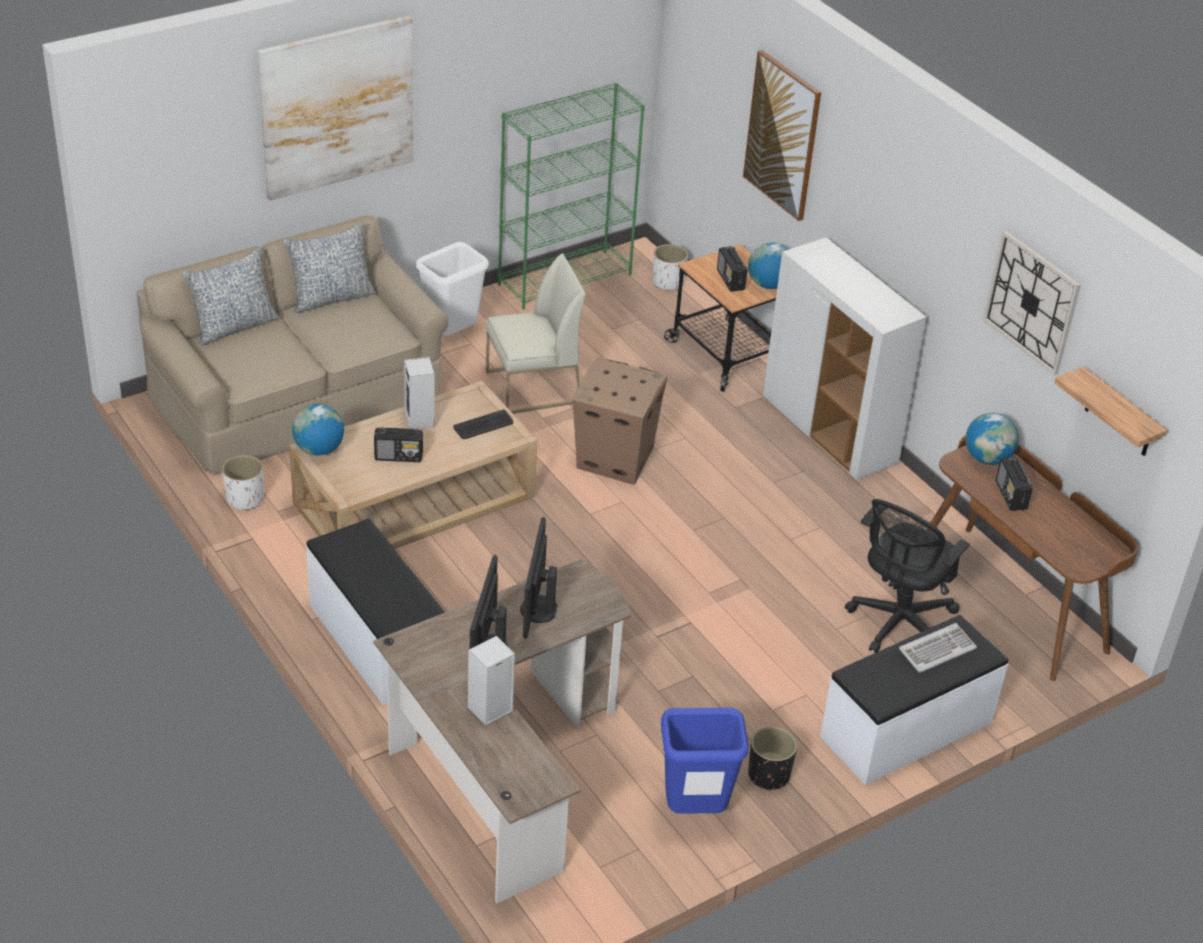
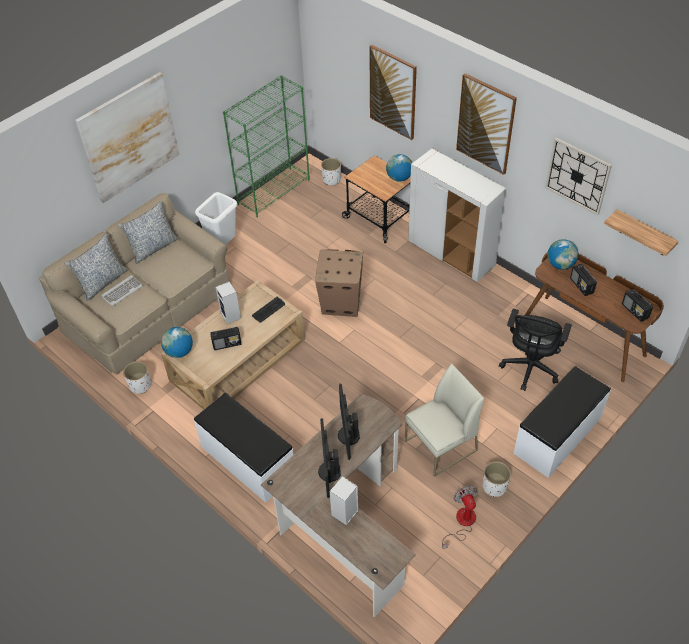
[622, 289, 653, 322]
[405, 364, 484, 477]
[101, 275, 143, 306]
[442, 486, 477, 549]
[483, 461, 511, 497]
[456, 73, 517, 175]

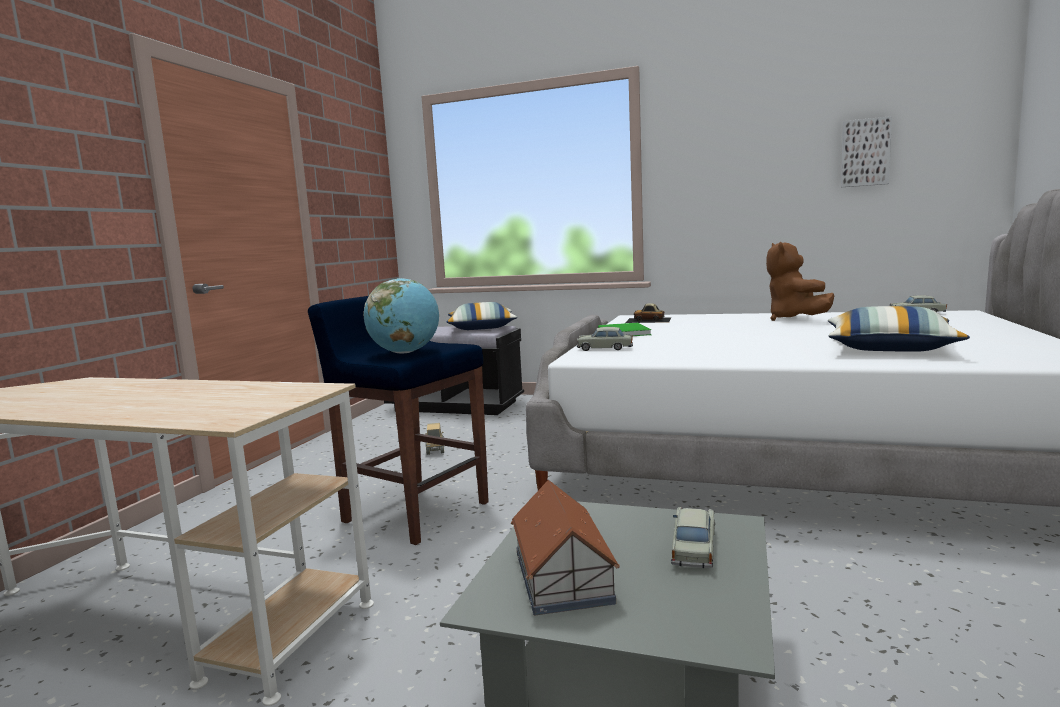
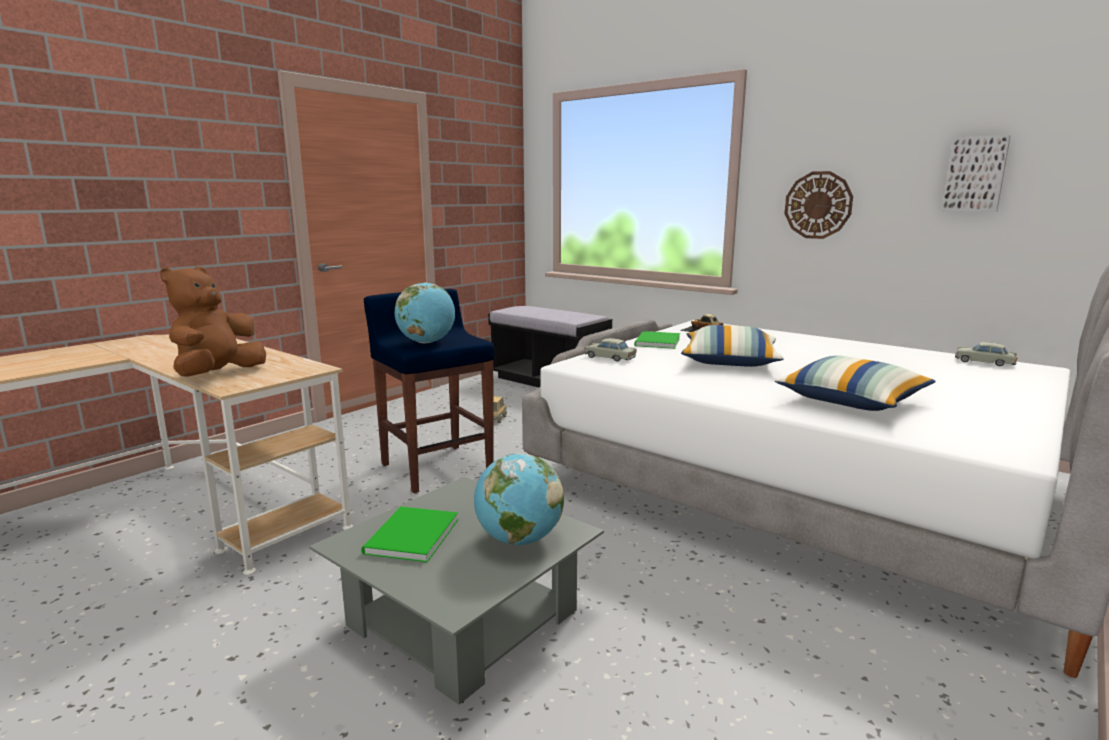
[160, 266, 266, 377]
[681, 325, 784, 367]
[361, 507, 458, 562]
[474, 453, 564, 545]
[784, 171, 853, 239]

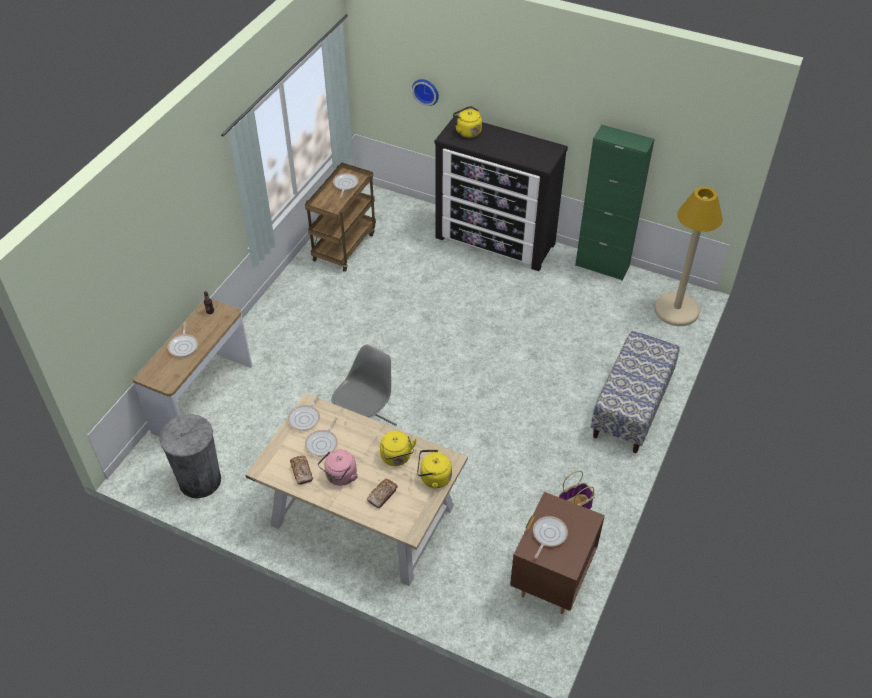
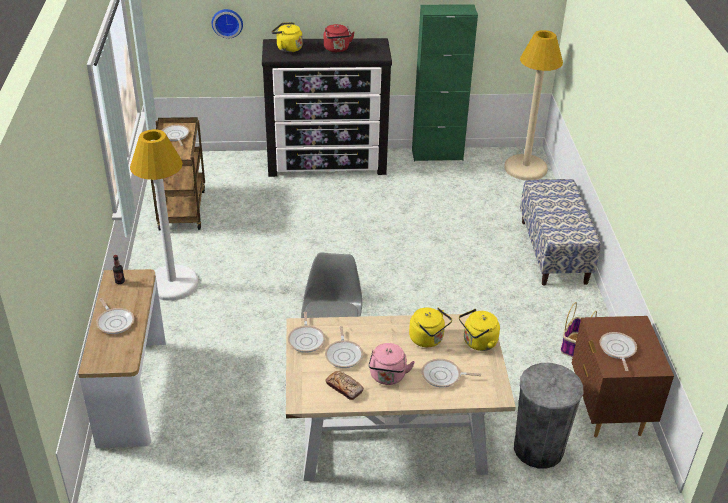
[514, 363, 583, 469]
[422, 359, 481, 388]
[324, 24, 355, 52]
[130, 129, 198, 301]

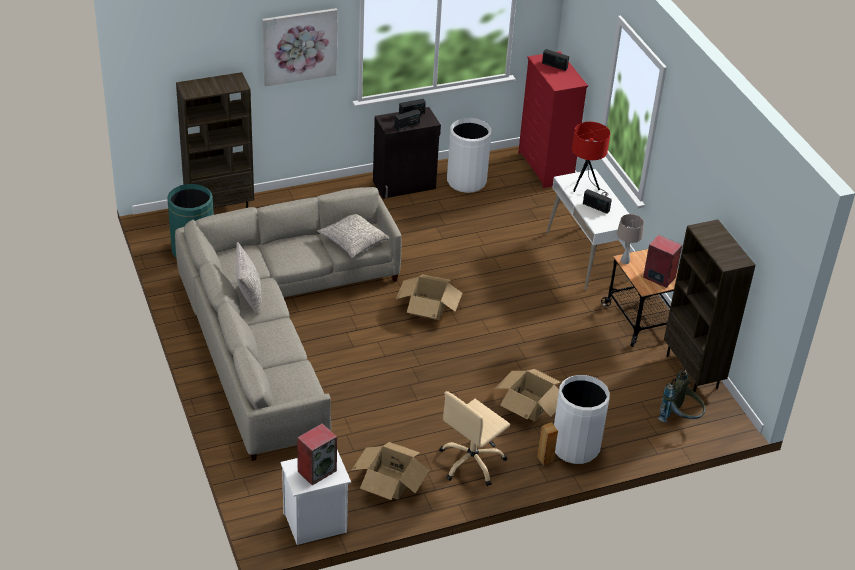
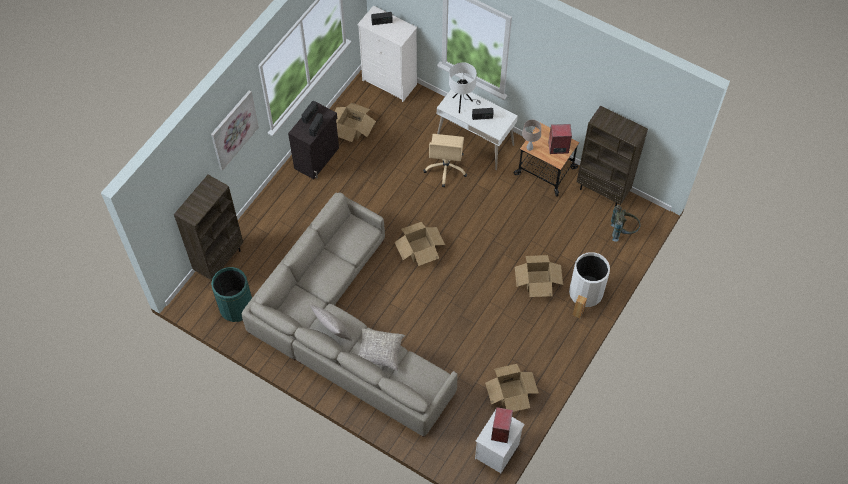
[358, 6, 417, 102]
[334, 103, 376, 142]
[449, 62, 481, 113]
[358, 328, 405, 371]
[423, 134, 467, 187]

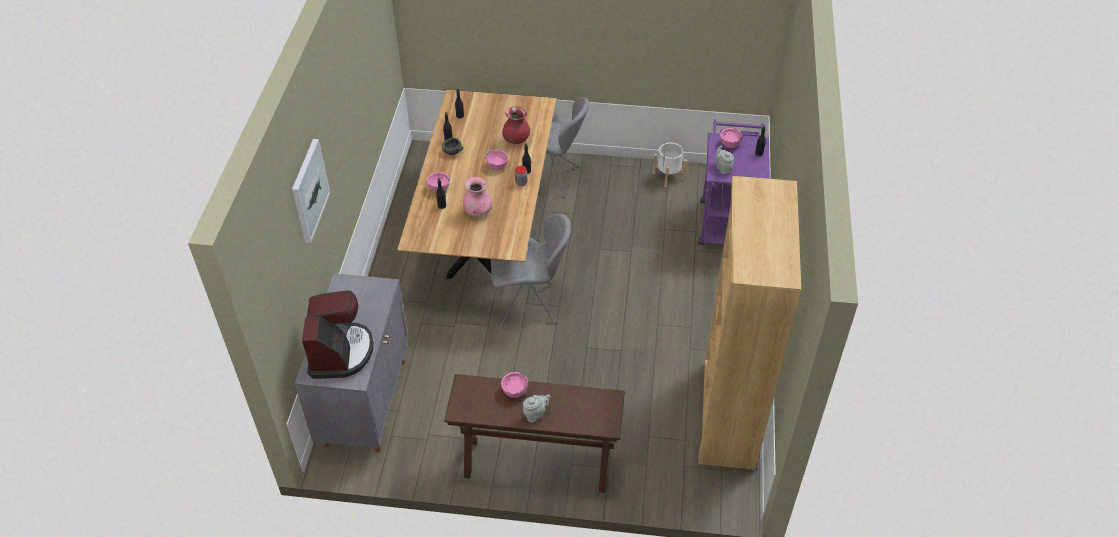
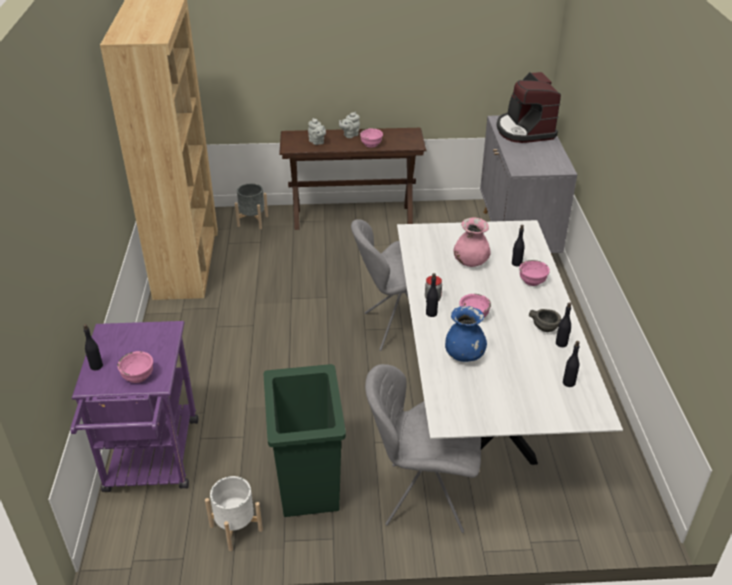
[397, 220, 623, 465]
[445, 306, 487, 362]
[292, 139, 330, 243] (first image)
[308, 118, 326, 145]
[235, 183, 268, 229]
[264, 364, 346, 517]

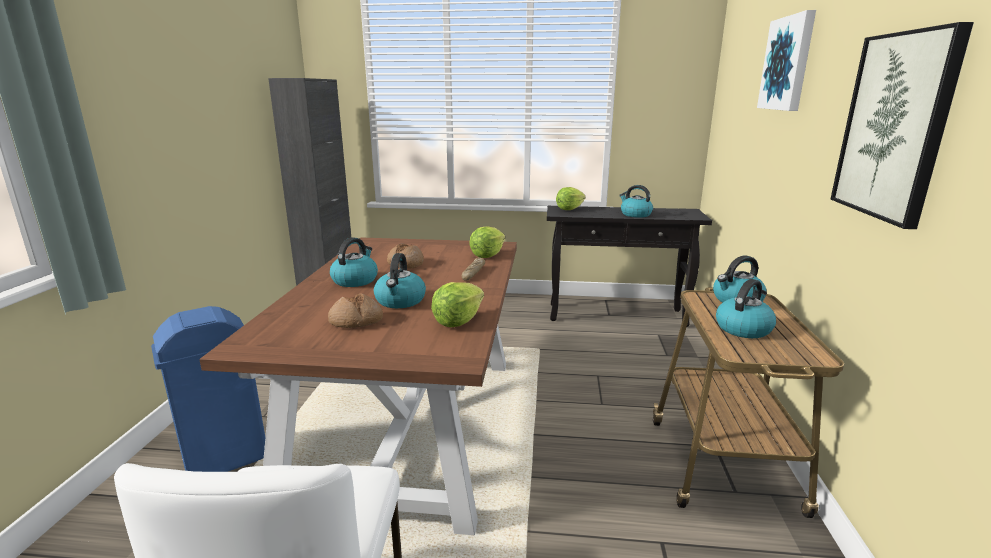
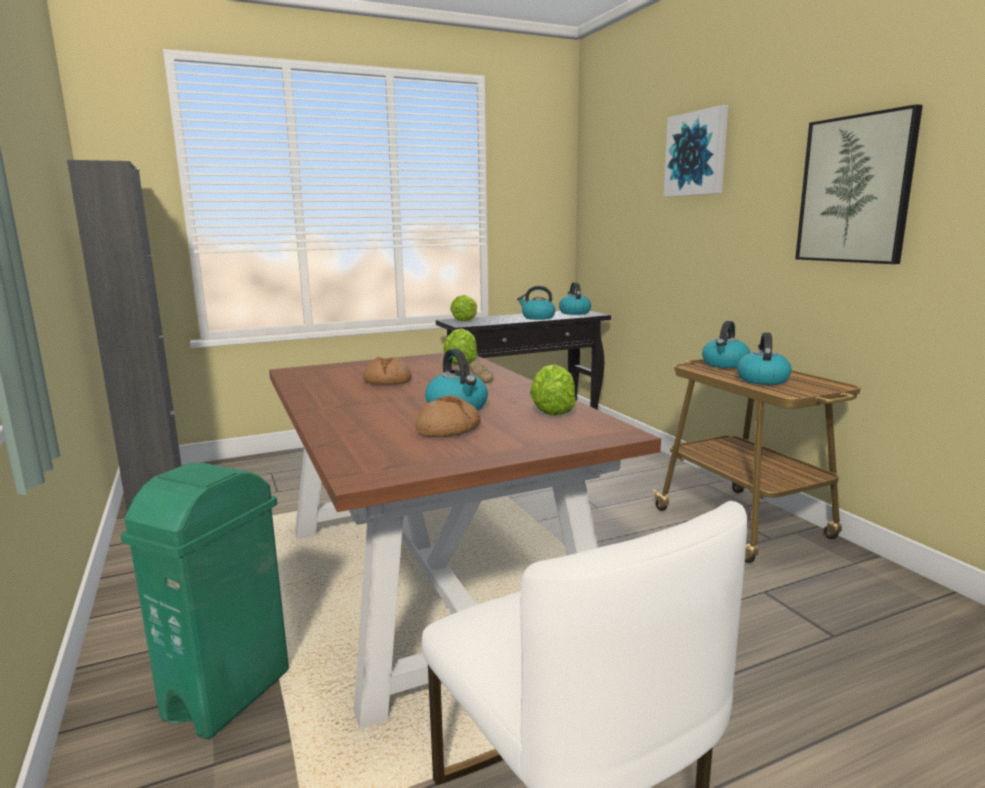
[559, 282, 591, 315]
[120, 463, 289, 739]

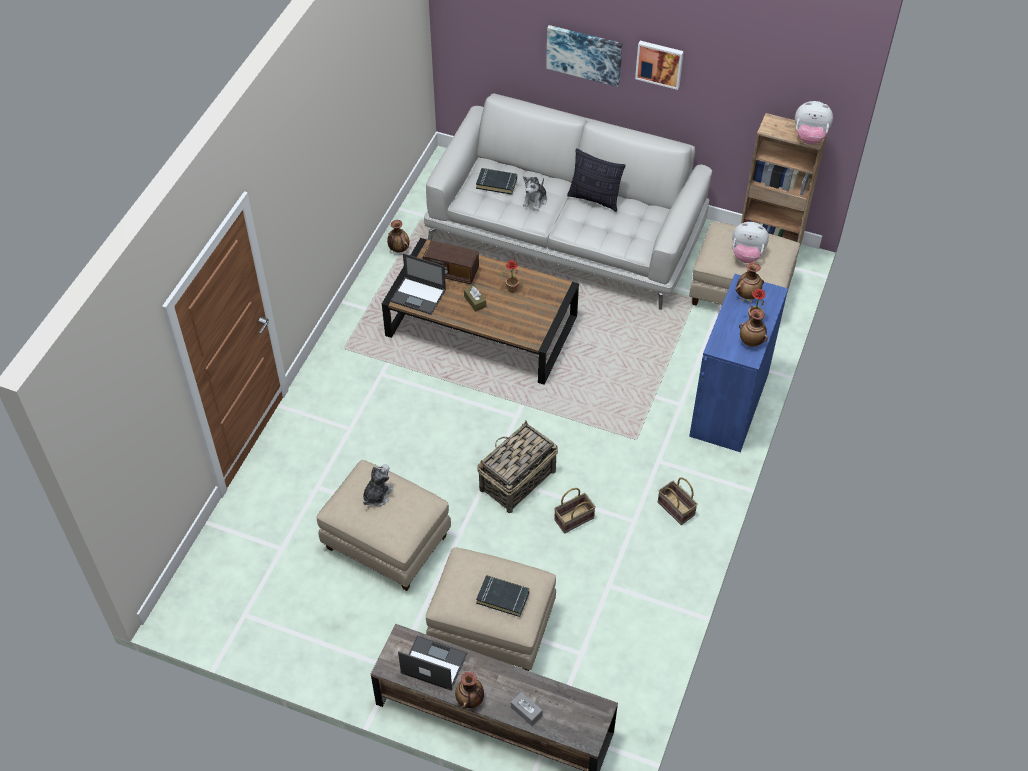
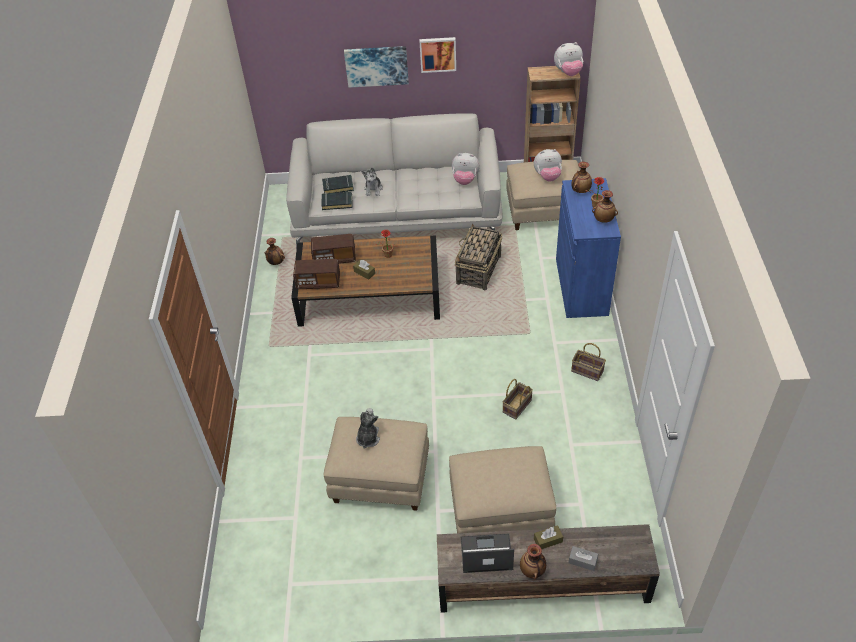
[567, 148, 626, 212] (first image)
[293, 259, 340, 289]
[455, 224, 502, 290]
[321, 191, 352, 210]
[452, 153, 480, 185]
[534, 525, 563, 549]

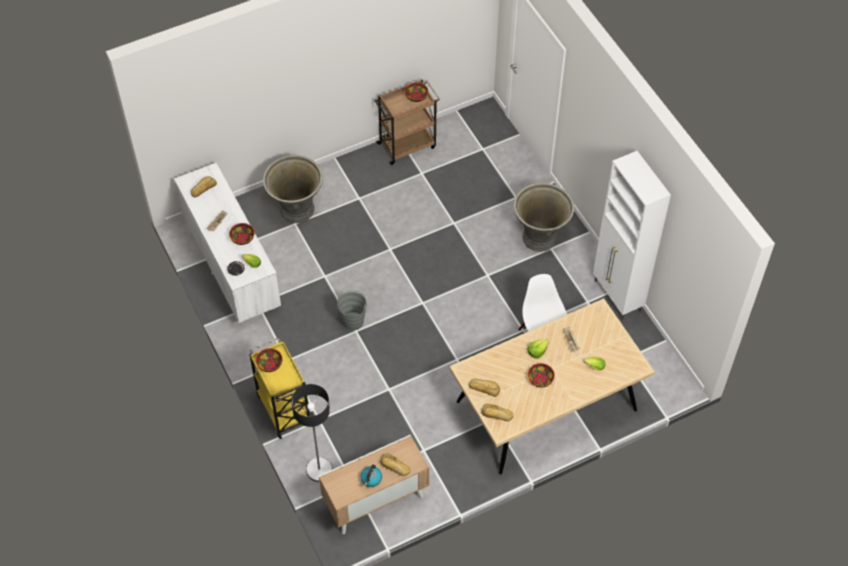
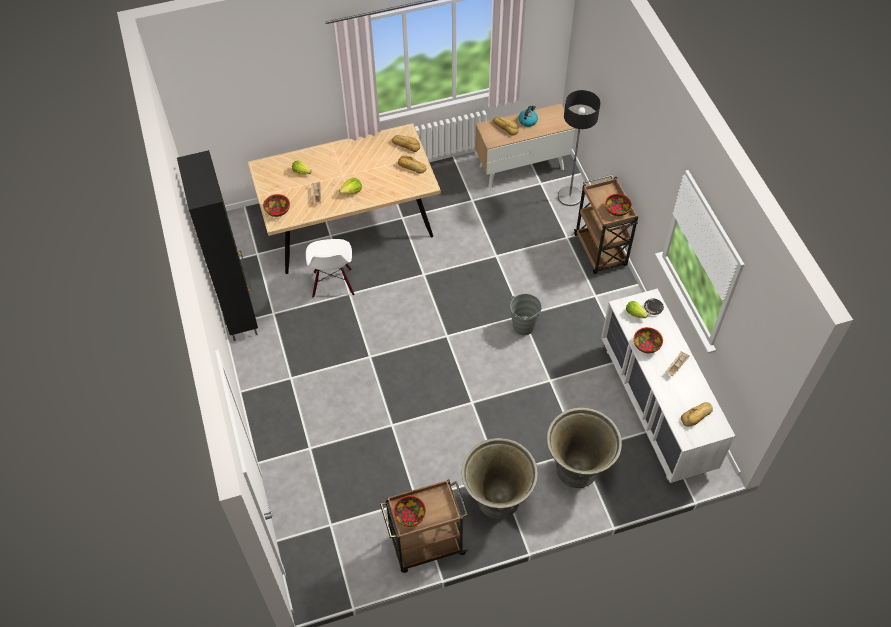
[177, 150, 258, 341]
[461, 438, 538, 519]
[574, 175, 638, 274]
[263, 194, 290, 217]

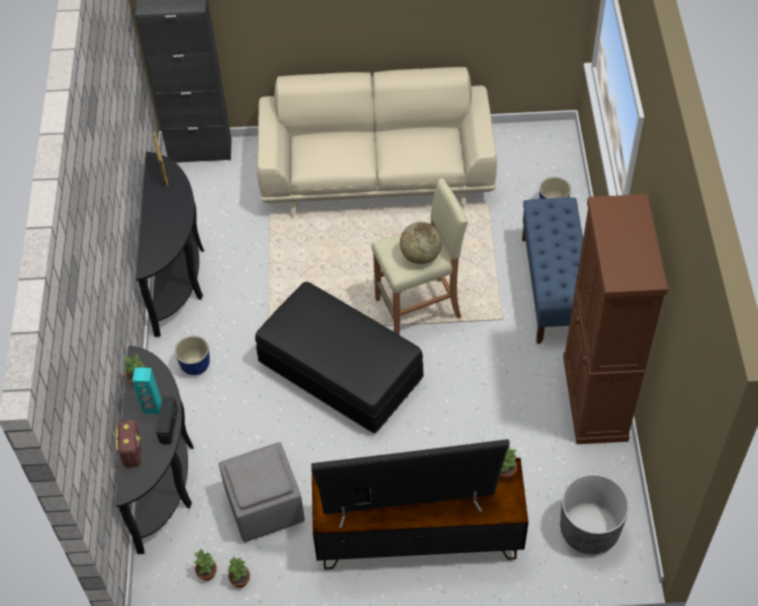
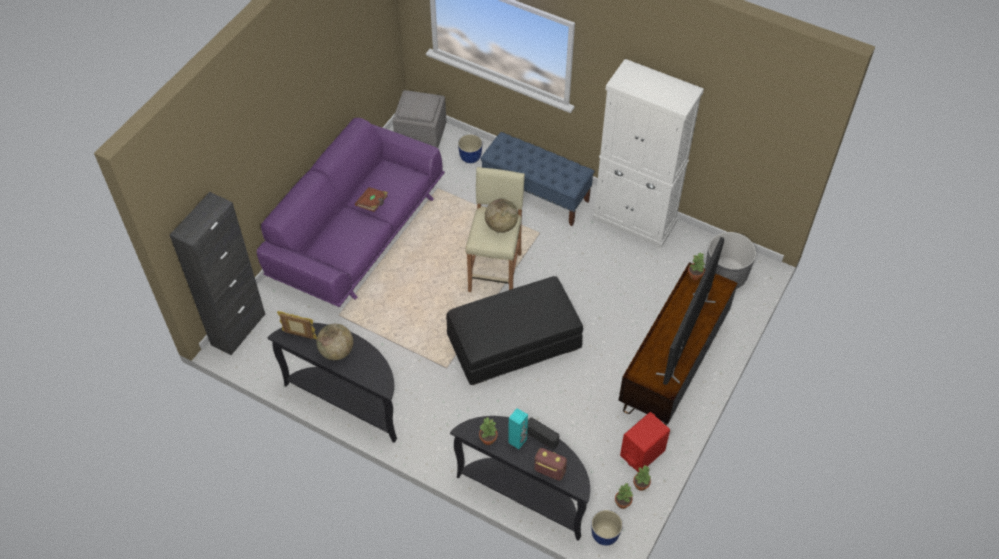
[257, 118, 445, 307]
[592, 59, 704, 248]
[592, 510, 623, 546]
[393, 90, 446, 148]
[355, 187, 388, 212]
[316, 324, 353, 360]
[620, 412, 670, 472]

